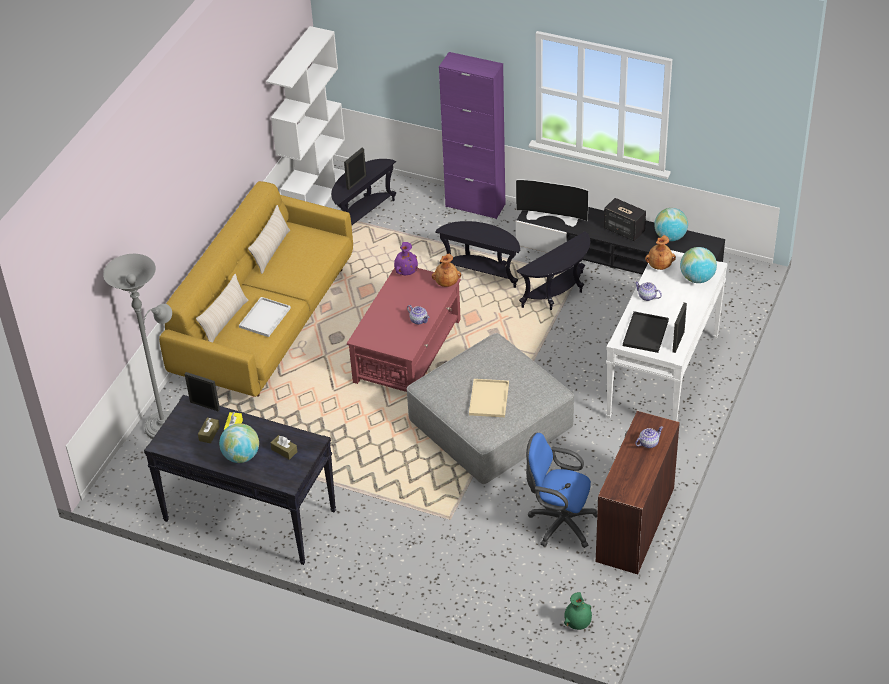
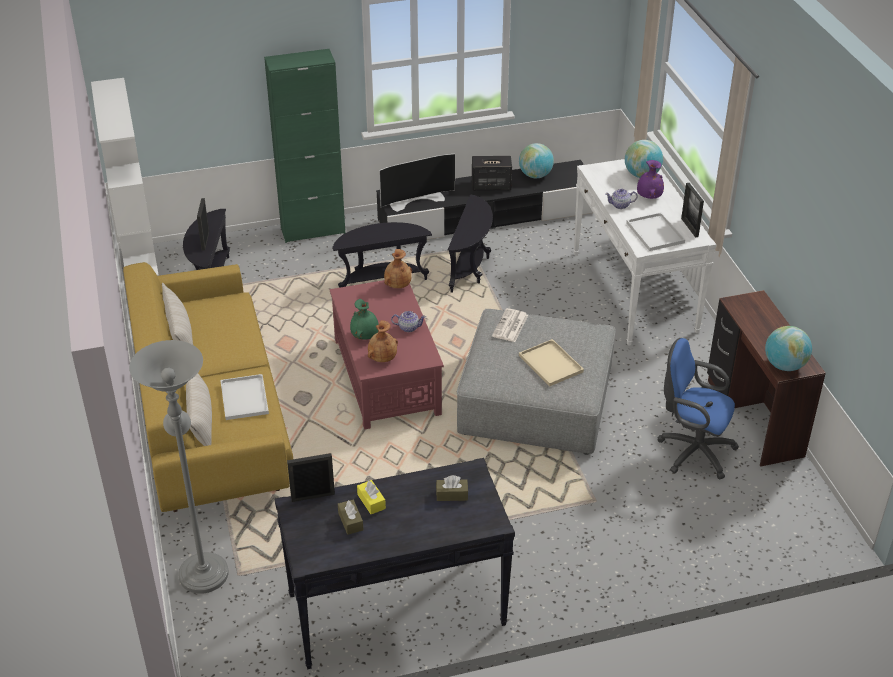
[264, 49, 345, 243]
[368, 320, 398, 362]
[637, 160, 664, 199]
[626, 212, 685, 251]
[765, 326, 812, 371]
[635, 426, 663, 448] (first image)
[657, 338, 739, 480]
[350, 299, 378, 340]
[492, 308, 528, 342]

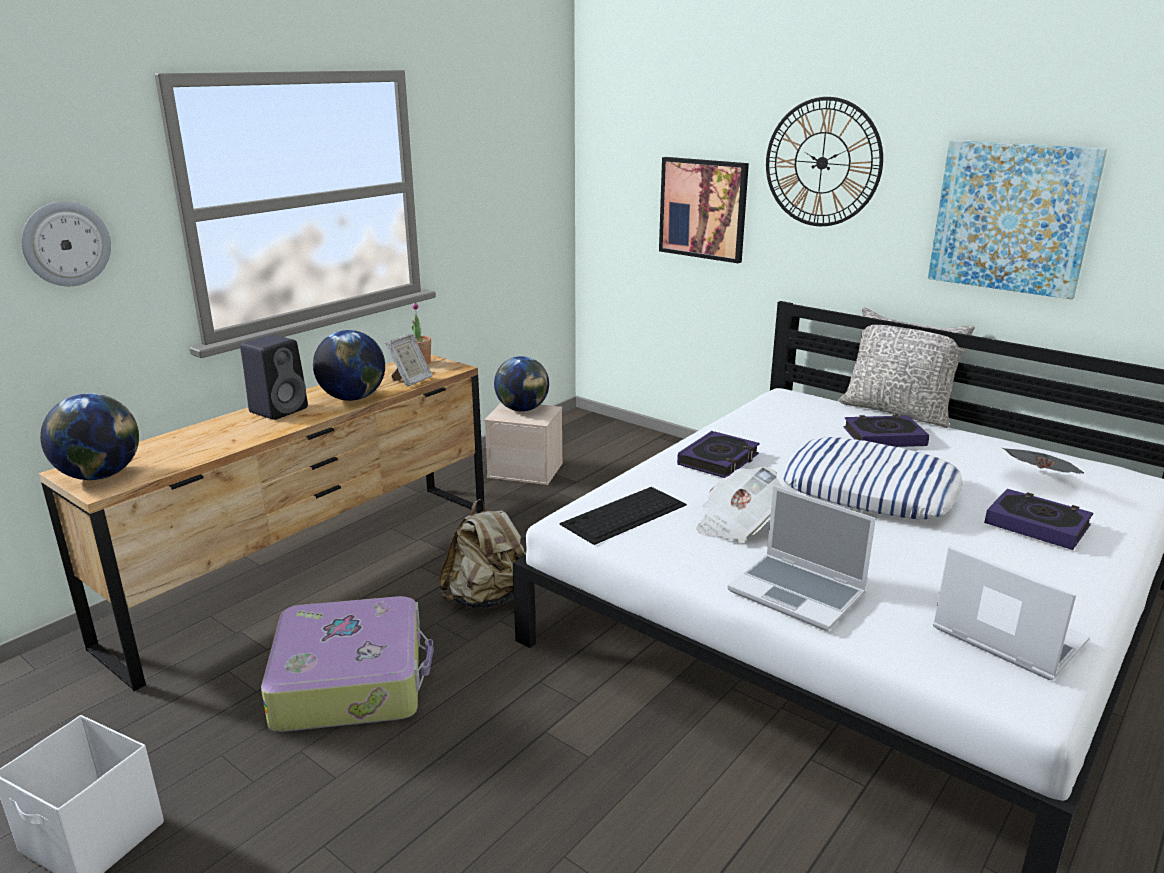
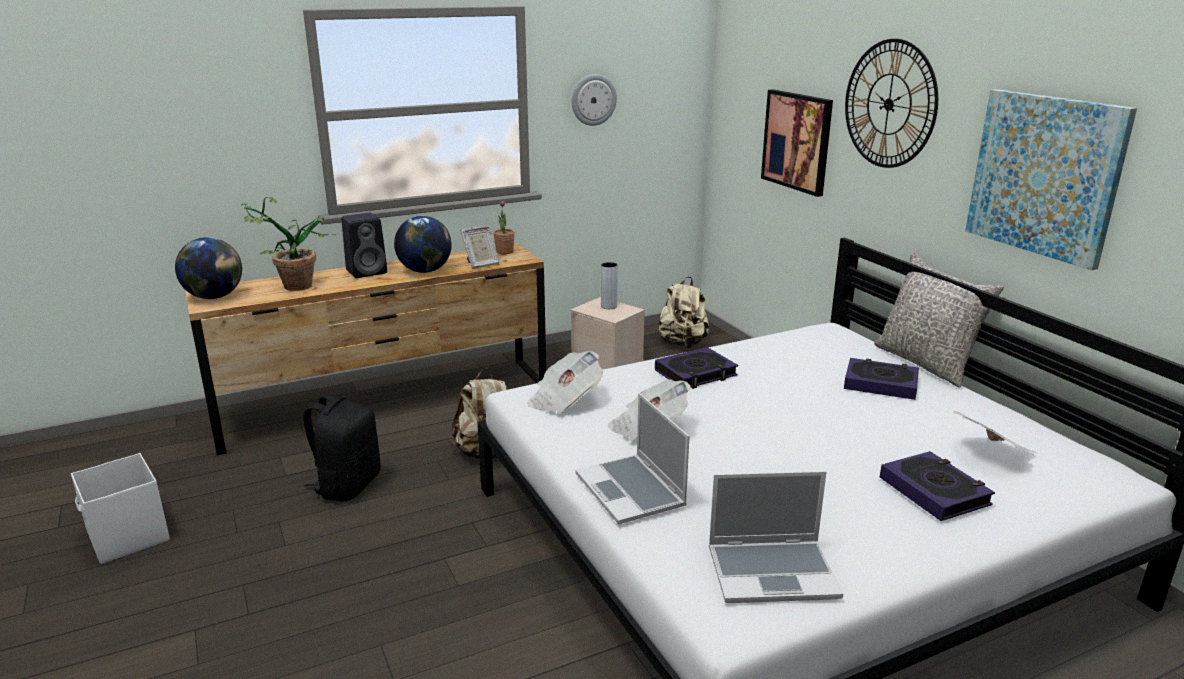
[572, 74, 617, 126]
[601, 262, 618, 309]
[782, 437, 963, 519] (first image)
[527, 351, 603, 414]
[709, 471, 843, 603]
[303, 393, 381, 502]
[241, 197, 335, 291]
[656, 277, 709, 348]

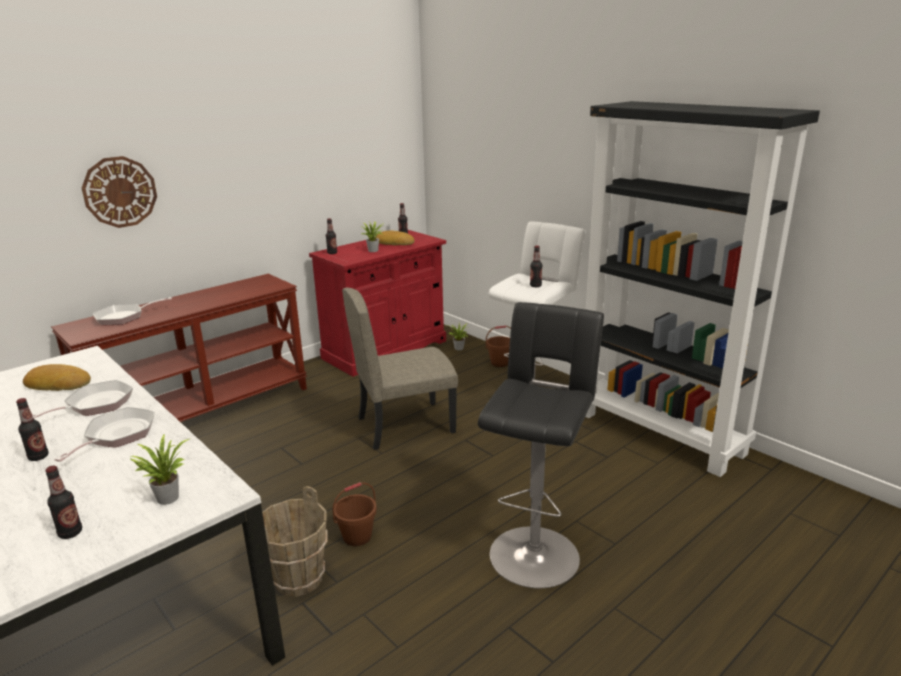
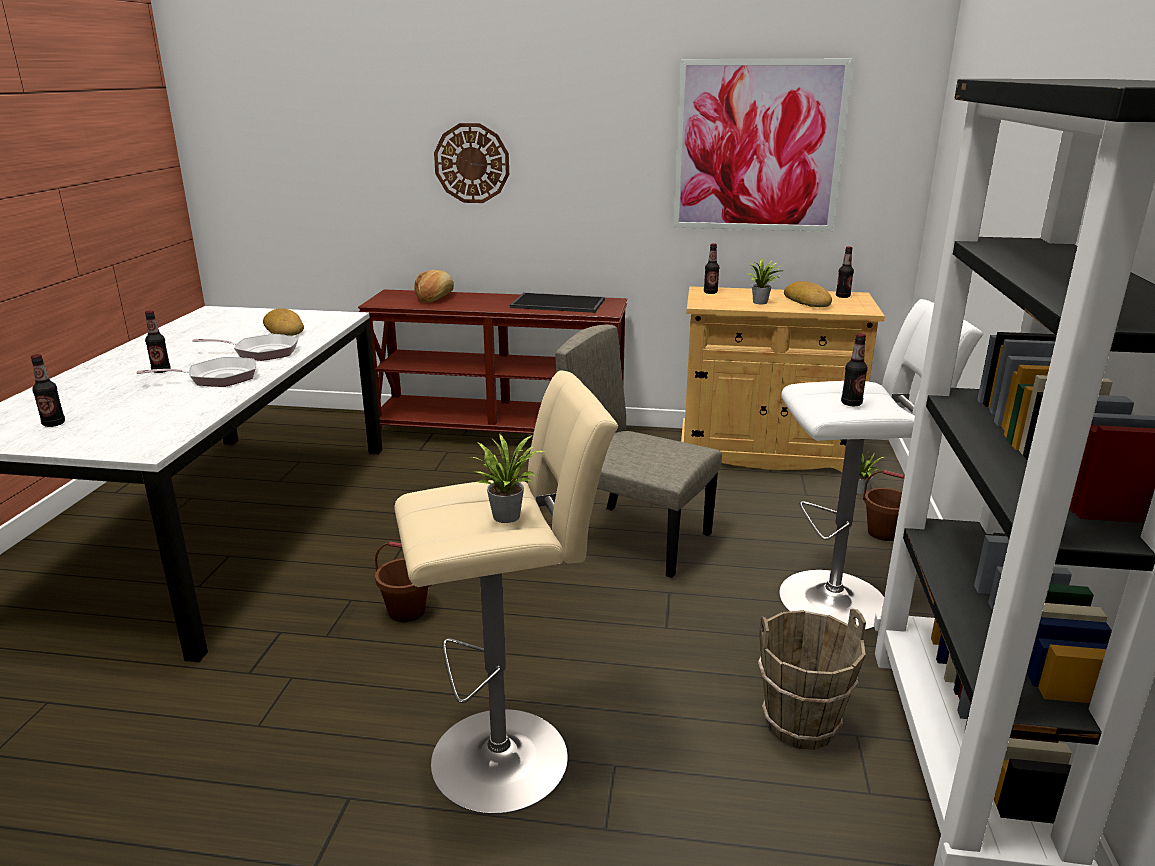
[681, 286, 885, 472]
[414, 270, 454, 303]
[394, 371, 618, 814]
[471, 433, 546, 523]
[758, 609, 866, 750]
[673, 59, 853, 232]
[510, 293, 605, 313]

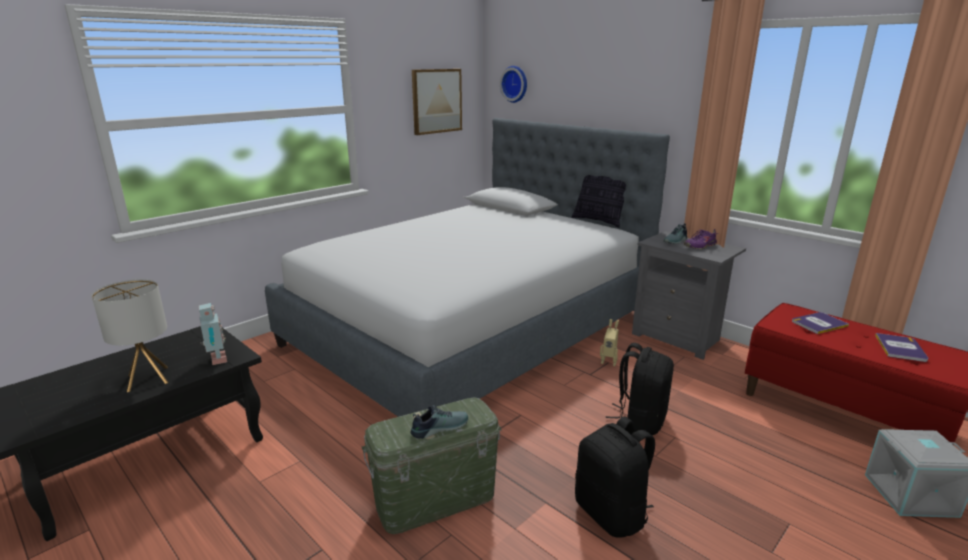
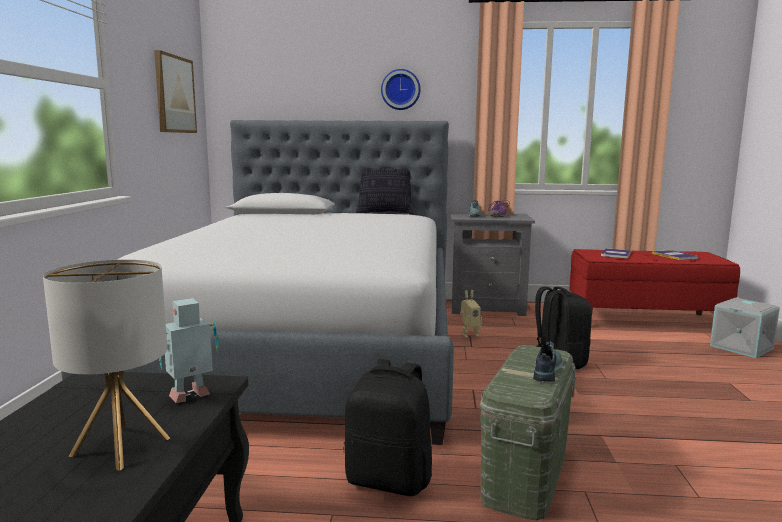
[381, 69, 421, 110]
[159, 298, 219, 403]
[344, 359, 432, 496]

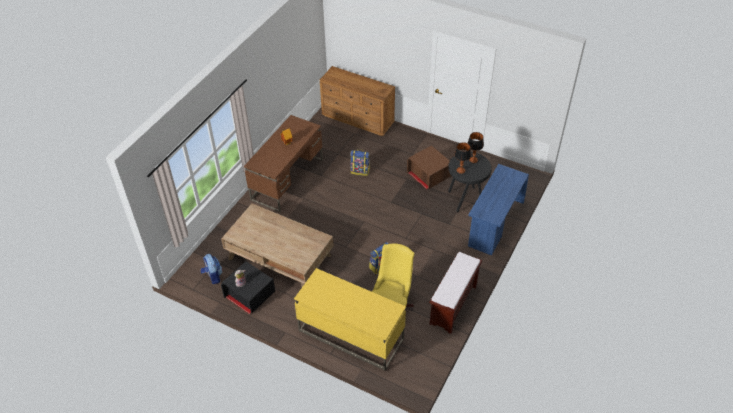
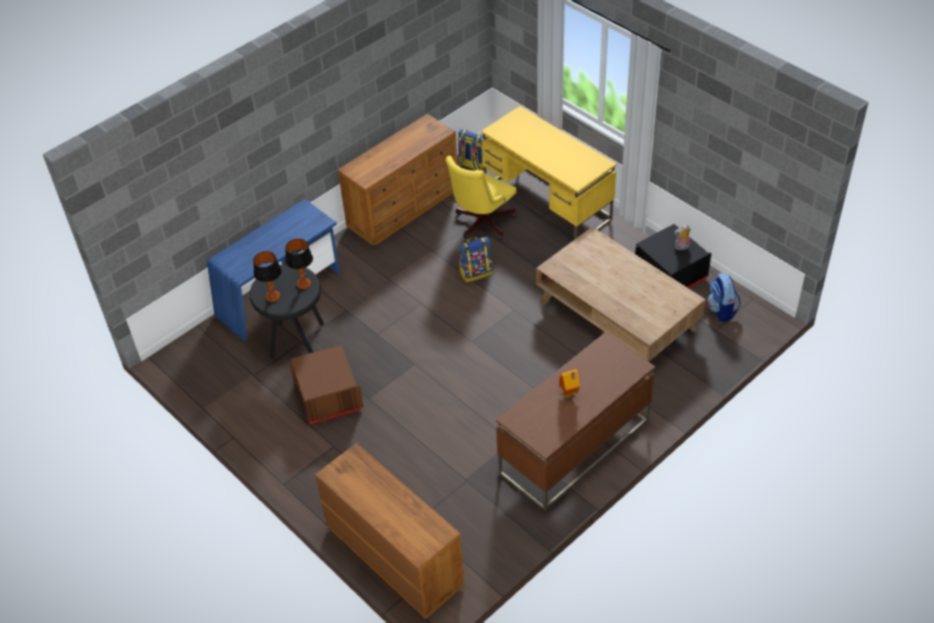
[457, 129, 483, 171]
[338, 114, 458, 246]

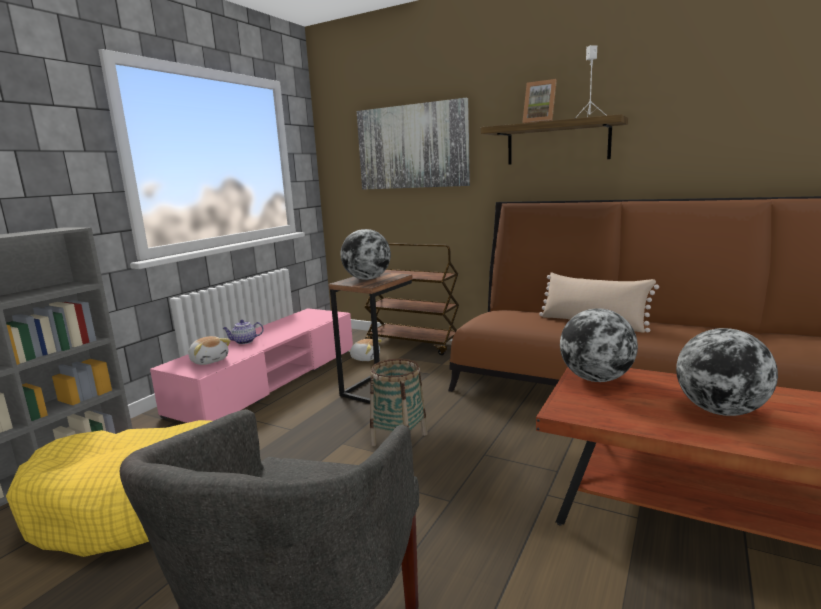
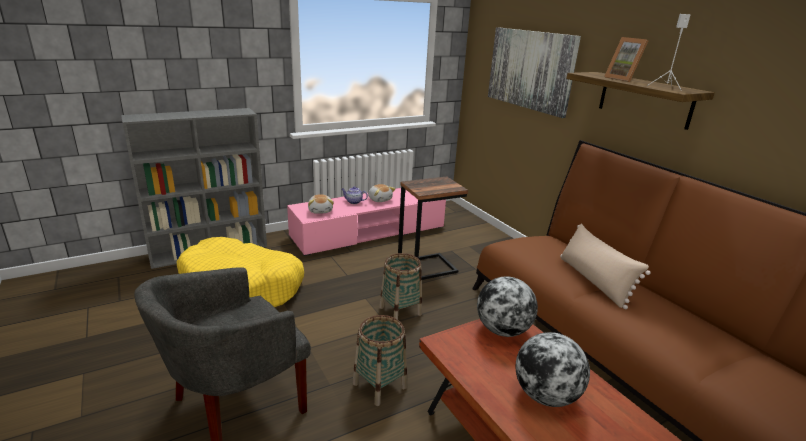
[340, 229, 391, 280] (first image)
[364, 243, 459, 355] (first image)
[368, 184, 395, 202]
[353, 315, 407, 406]

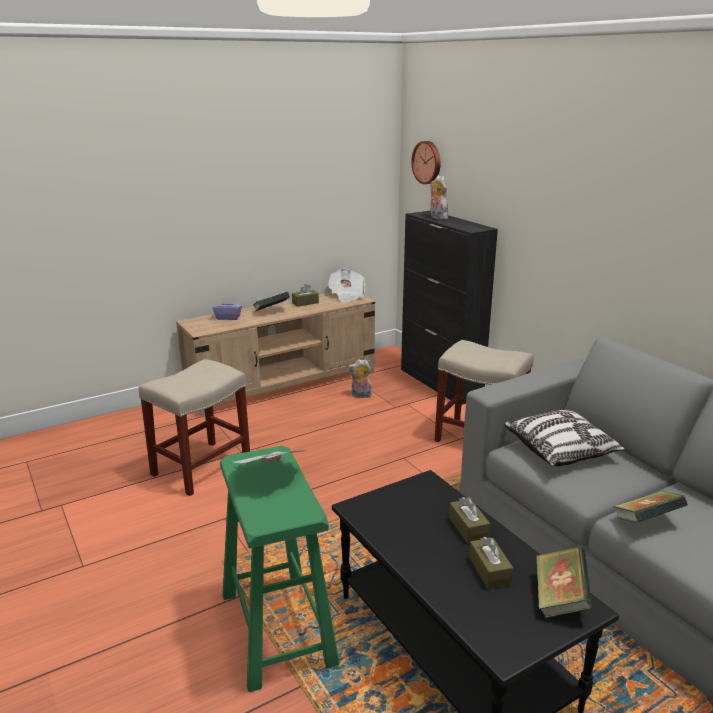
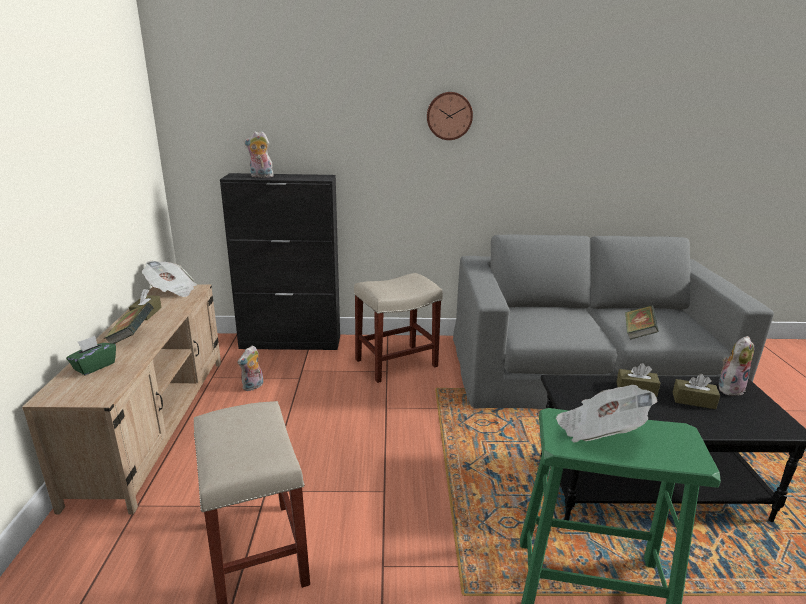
[427, 92, 473, 140]
[66, 336, 116, 375]
[504, 410, 626, 466] (first image)
[719, 336, 754, 396]

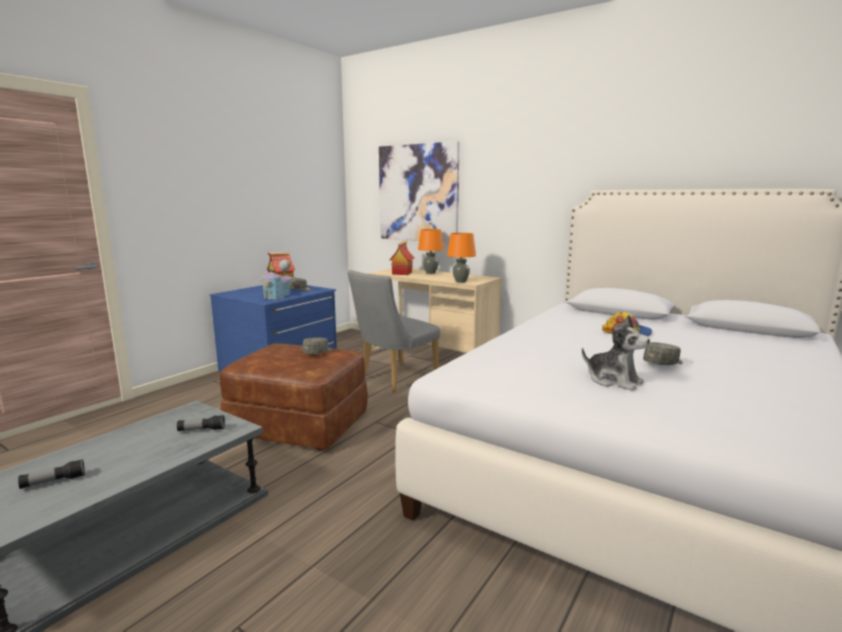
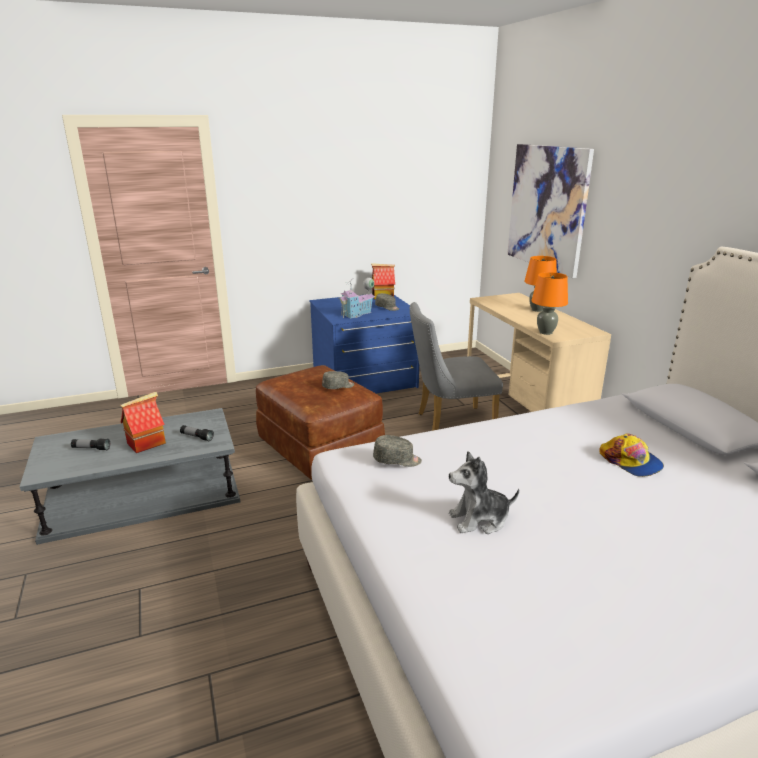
[120, 392, 166, 453]
[449, 451, 519, 534]
[373, 435, 422, 467]

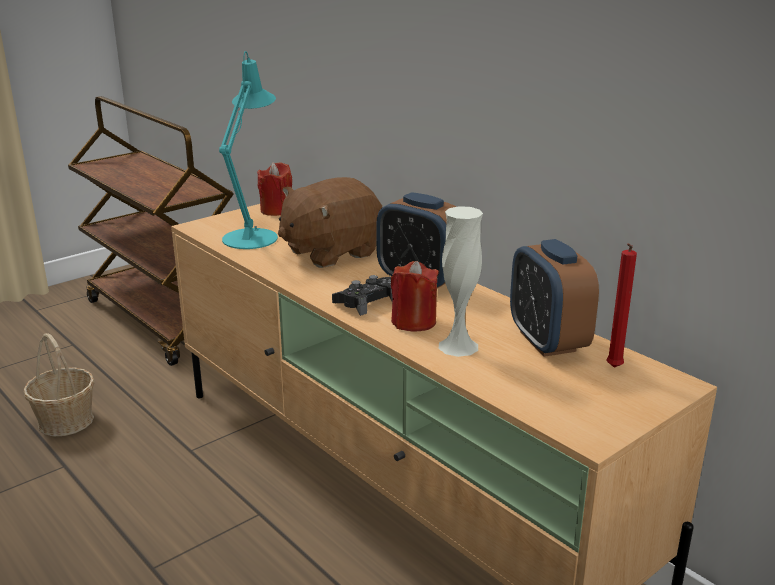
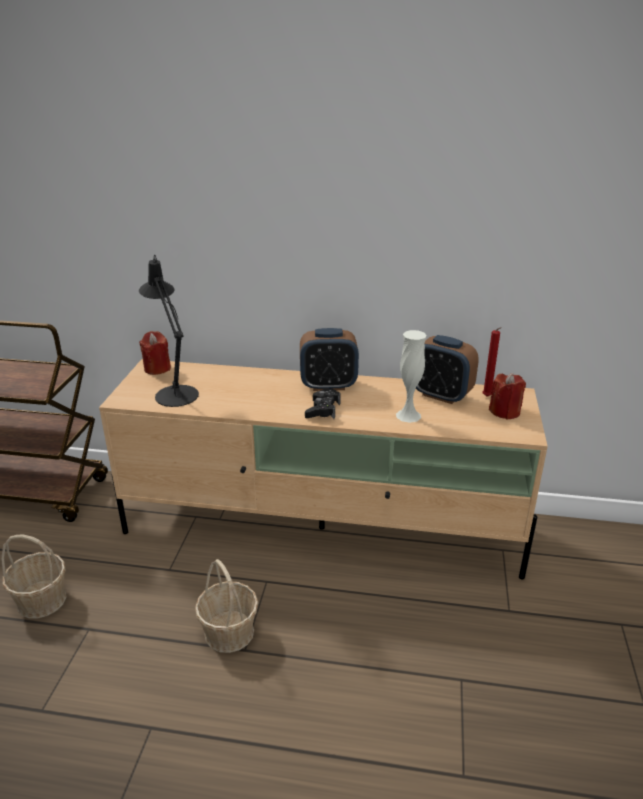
[139, 255, 199, 407]
[278, 177, 382, 268] (first image)
[489, 373, 526, 420]
[195, 559, 258, 653]

